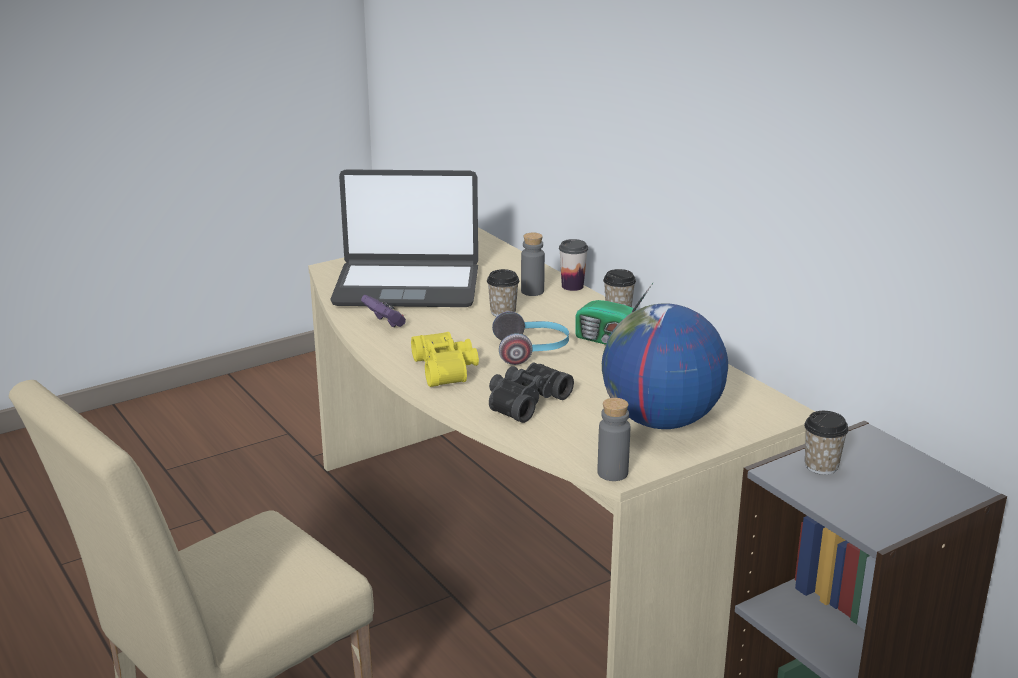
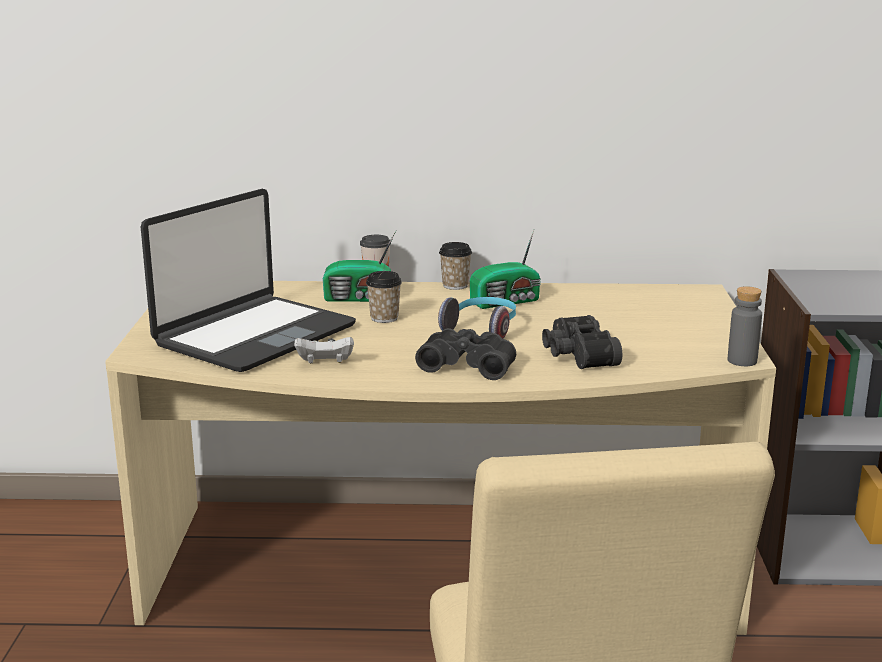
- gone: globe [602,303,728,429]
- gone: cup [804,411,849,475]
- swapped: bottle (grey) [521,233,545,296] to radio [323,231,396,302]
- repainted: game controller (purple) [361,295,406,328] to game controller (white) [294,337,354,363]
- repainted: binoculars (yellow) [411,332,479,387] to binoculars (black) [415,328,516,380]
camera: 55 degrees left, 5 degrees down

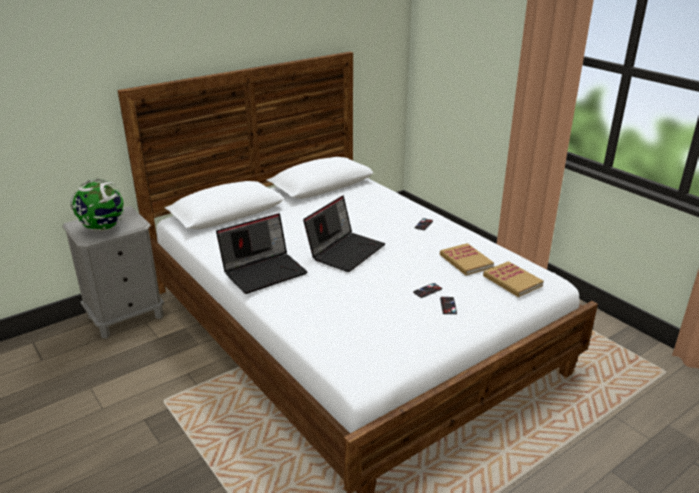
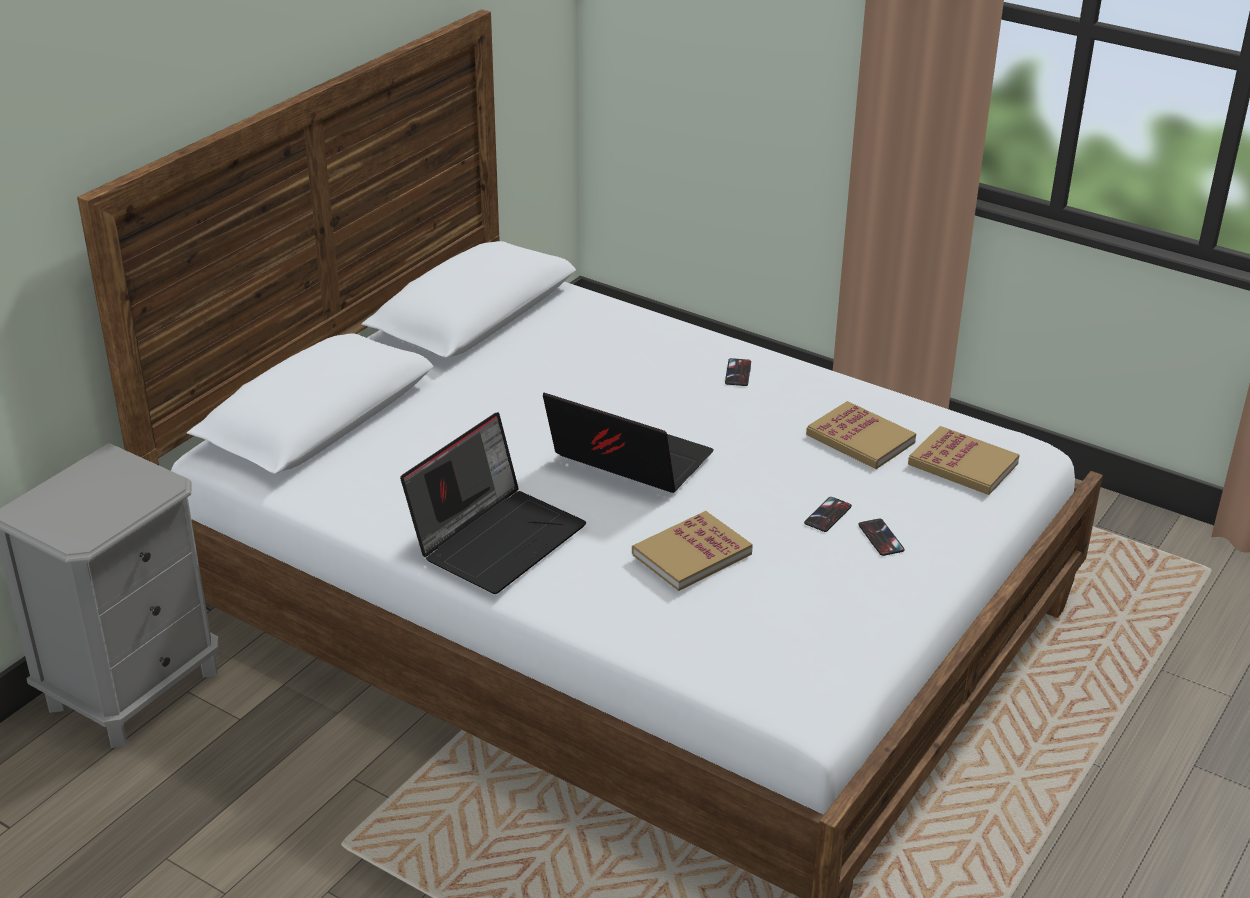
- gone: globe [70,178,124,231]
- new: book [632,511,753,591]
- rotated: laptop [303,196,385,272] = [543,393,714,493] 75 degrees counterclockwise
camera: 20 degrees left, 5 degrees up

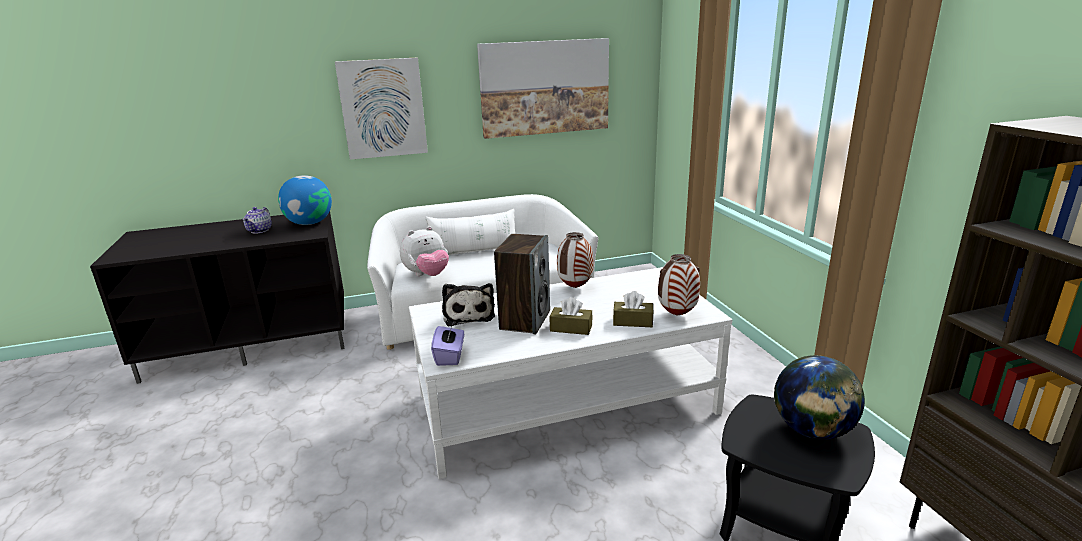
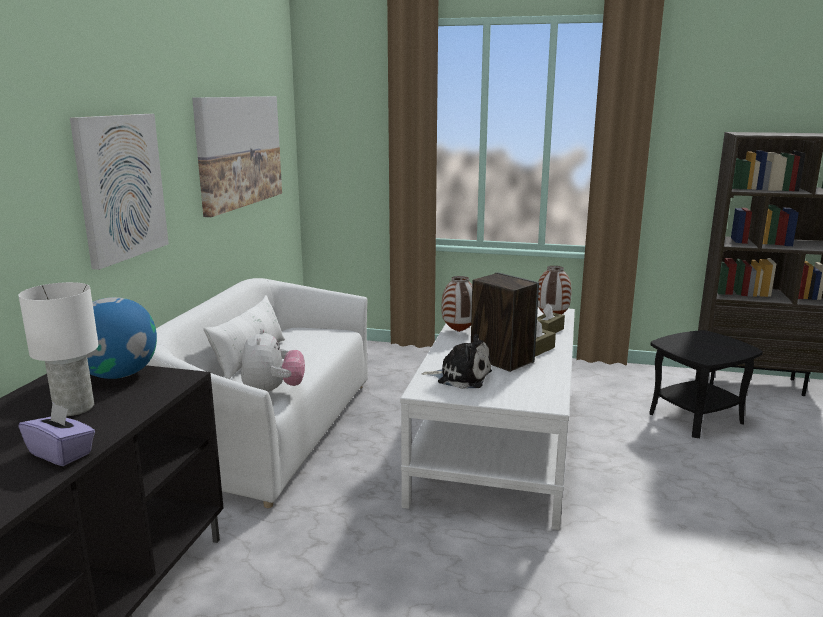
- gone: globe [774,355,865,439]
- shifted: tissue box (purple) [431,324,464,366] to [19,403,95,466]
- swapped: teapot [243,207,272,233] to table lamp (white) [18,282,99,416]
camera: 60 degrees left, 5 degrees down

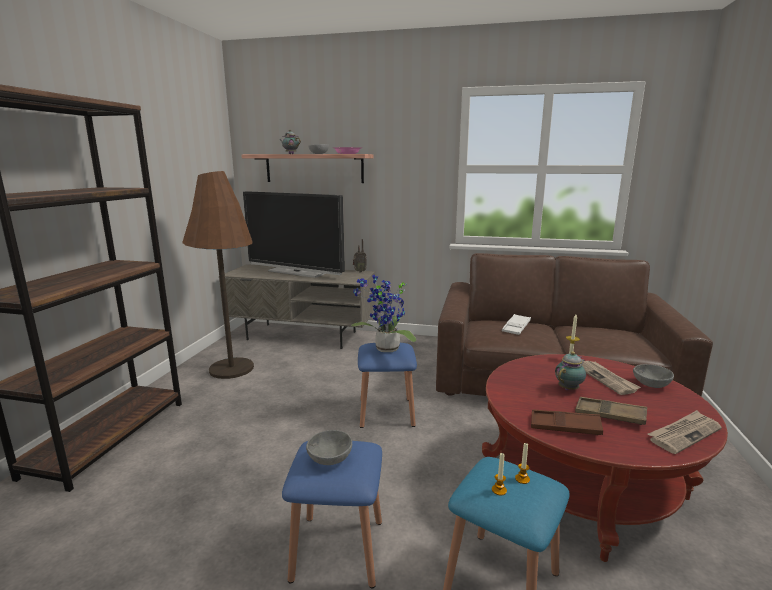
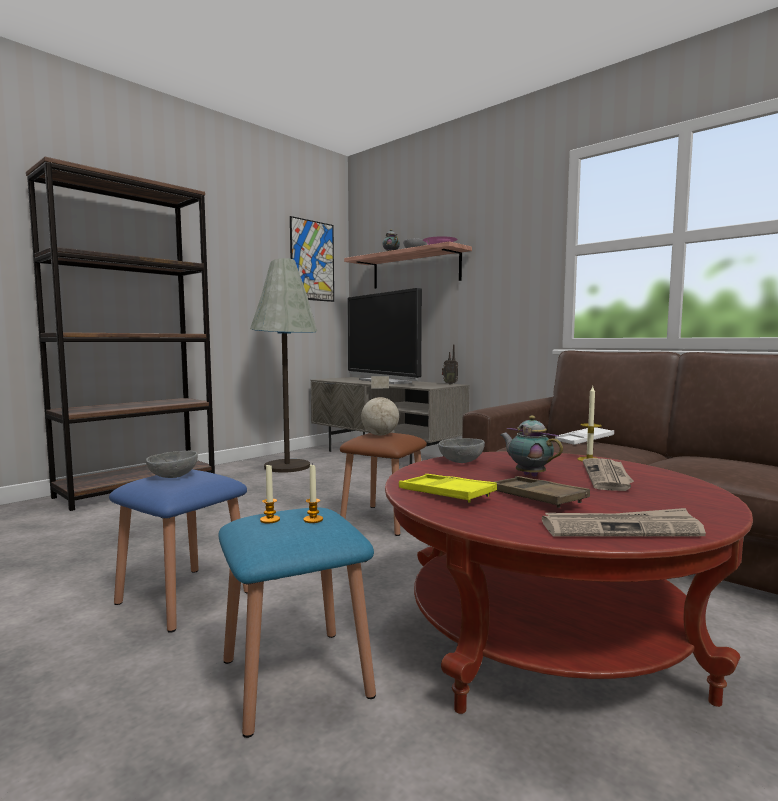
- new: picture [290,216,334,302]
- shifted: bowl (grey) [633,364,674,388] to [438,438,485,463]
- swapped: potted plant [351,275,416,352] to globe [361,376,399,435]
- repainted: floor lamp (brown) [182,171,254,379] to floor lamp (grey) [250,258,317,473]
- repainted: stool (blue) [358,343,417,428] to stool (brown) [340,433,427,536]
- repainted: tray (brown) [531,410,603,435] to tray (yellow) [399,474,497,503]
- rotated: teapot [555,351,586,390] = [500,416,563,477] 120 degrees counterclockwise
camera: 30 degrees right, 10 degrees down

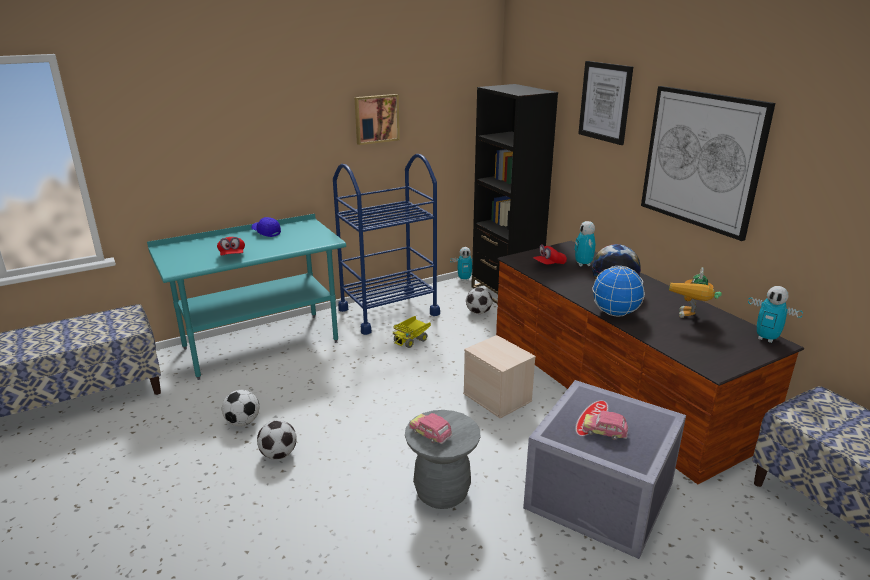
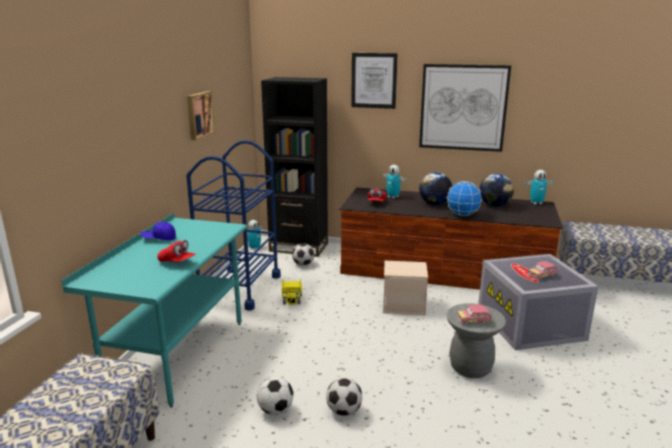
- swapped: toy robot [669,267,722,318] to globe [480,173,514,207]
camera: 45 degrees left, 5 degrees down

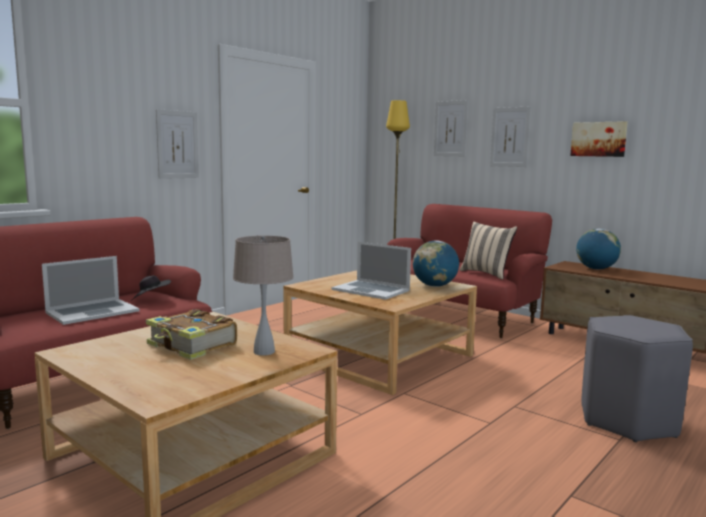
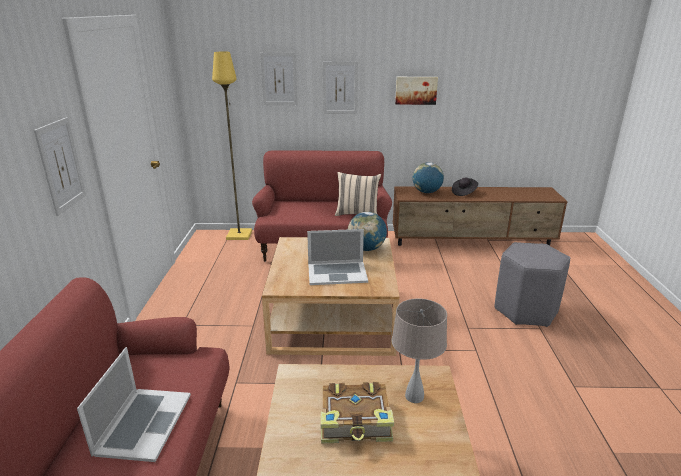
- shifted: hat (black) [131,275,171,301] to [452,178,478,196]
camera: 40 degrees left, 15 degrees up

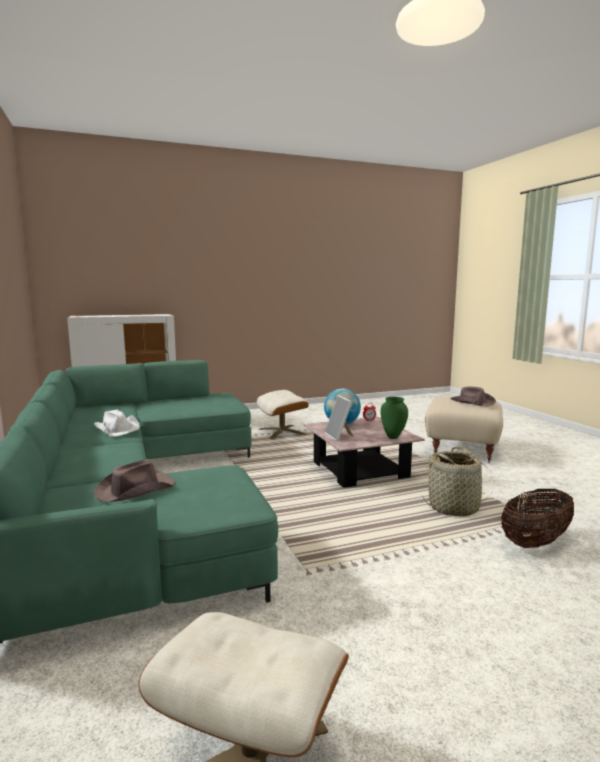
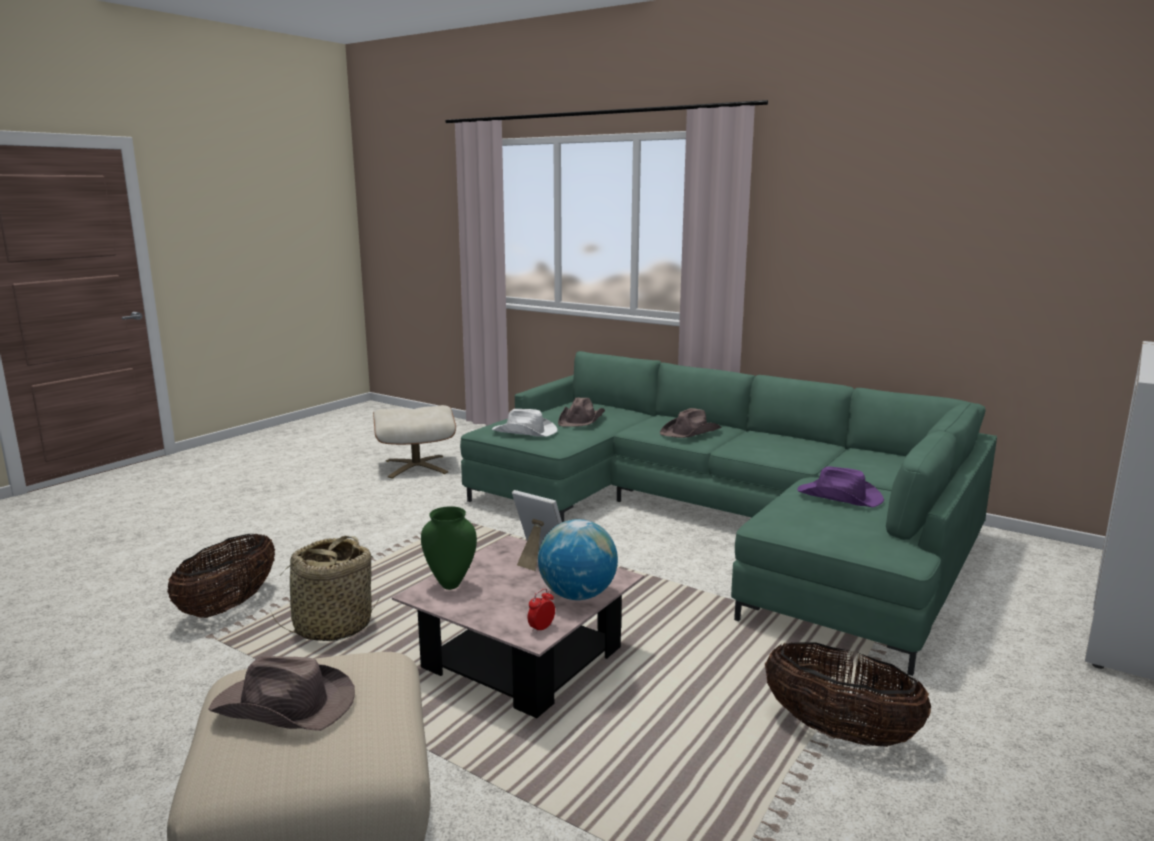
- new: hat (brown) [660,408,721,438]
- new: hat (purple) [797,466,884,507]
- shifted: hat (white) [94,410,140,437] to [492,409,558,437]
- swapped: ottoman (beige) [257,390,309,439] to basket [765,642,931,747]
camera: 145 degrees right, 5 degrees up

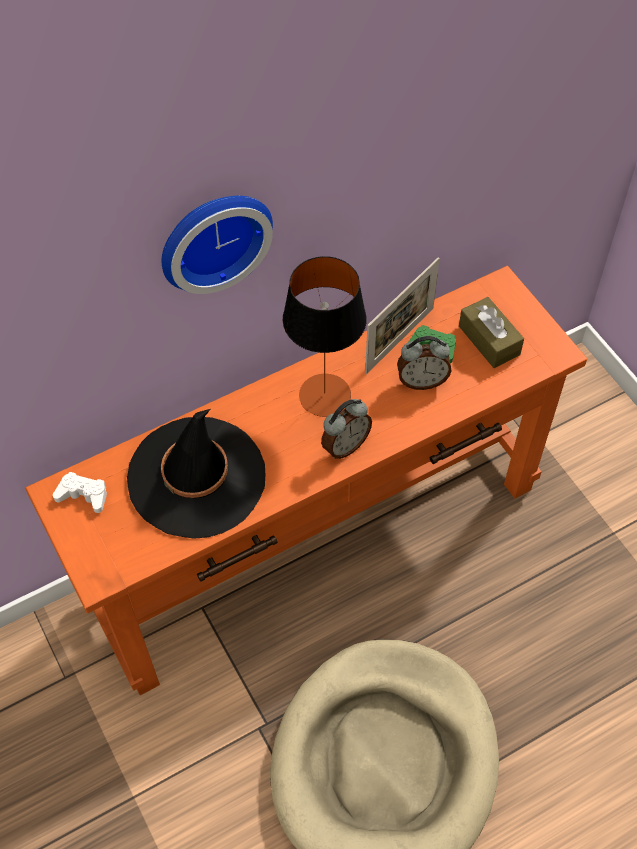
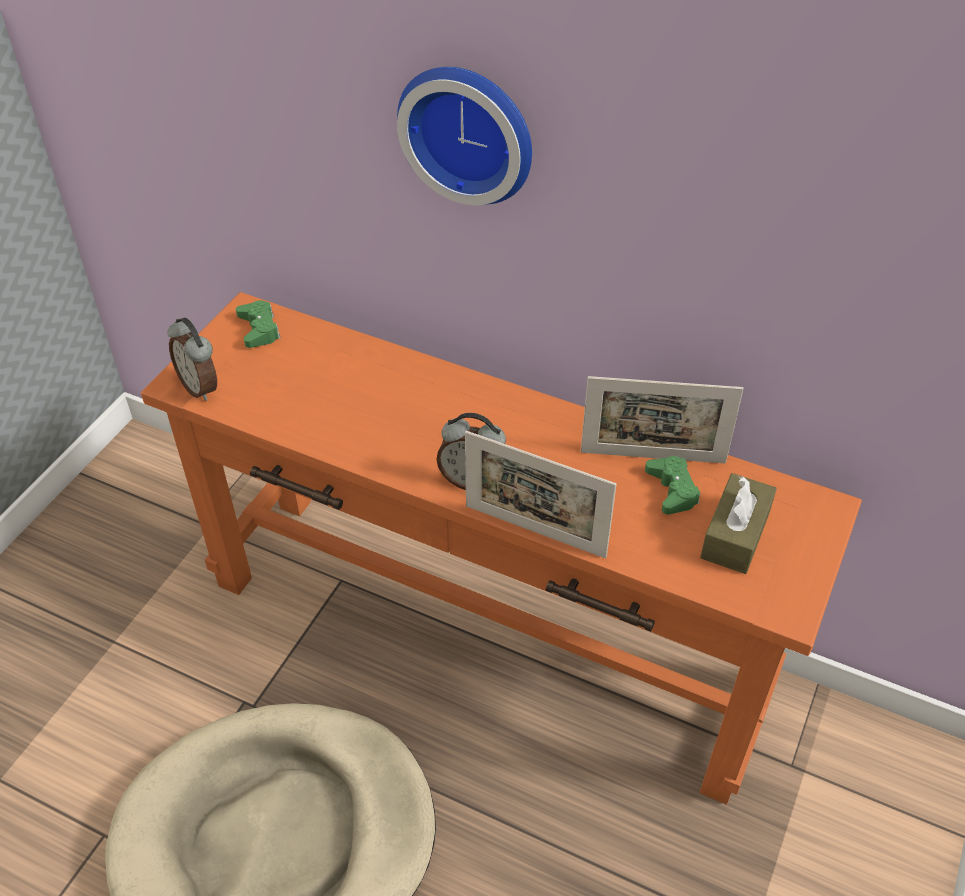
- gone: hat (black) [127,409,265,539]
- gone: table lamp [283,256,367,417]
- new: picture frame [465,431,616,558]
- shifted: alarm clock [397,336,451,390] to [168,317,217,401]
- repainted: game controller (white) [53,472,107,513] to game controller (green) [236,300,281,348]
camera: 55 degrees right, 10 degrees down

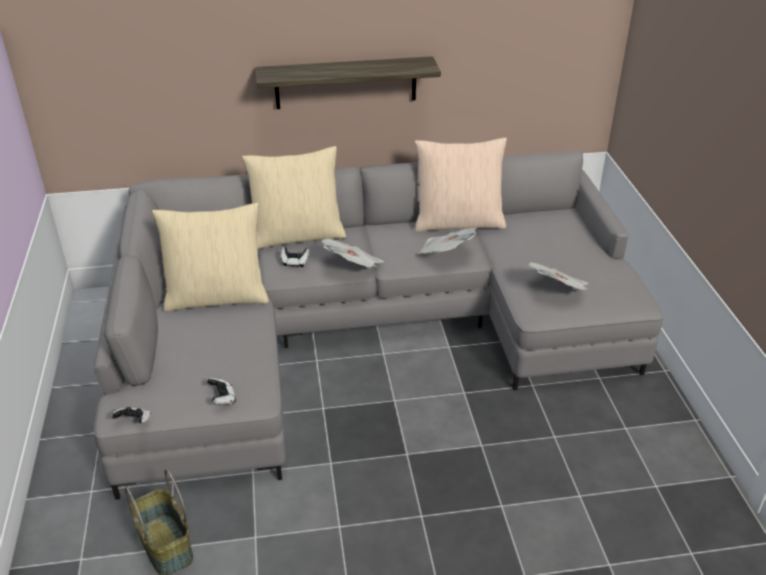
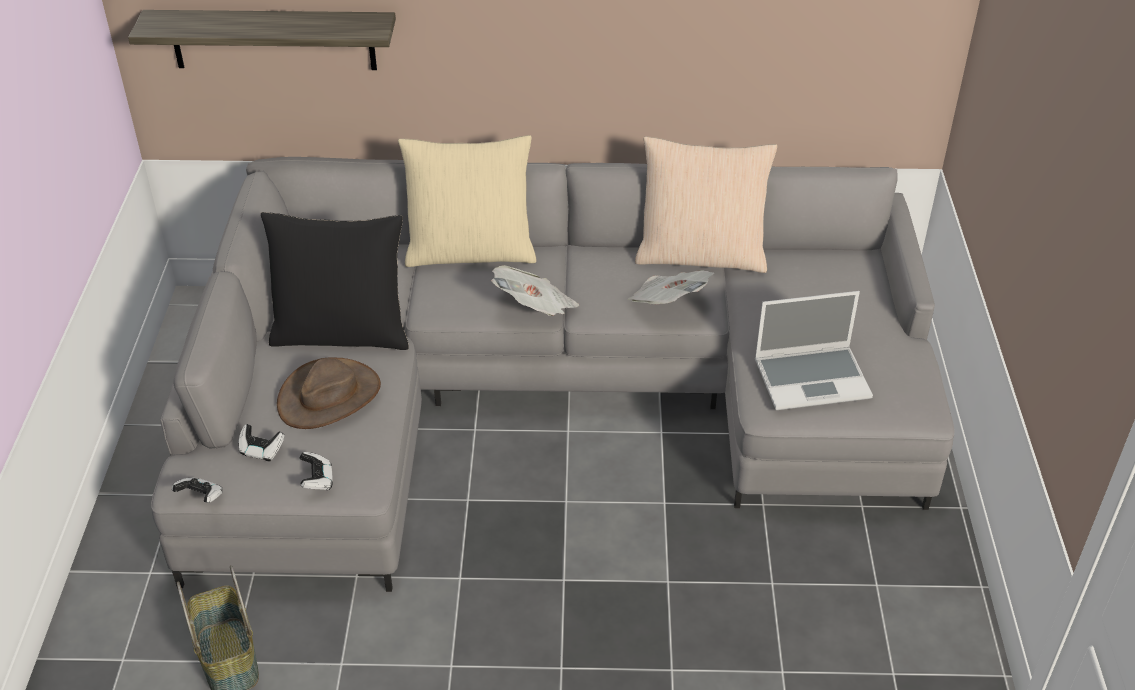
- new: hat (brown) [277,358,381,429]
- shifted: shelf [256,56,441,109] to [128,10,396,70]
- shifted: game controller [281,246,310,267] to [238,424,284,462]
- swapped: newspaper [529,262,589,291] to laptop [755,291,873,410]
- repainted: pillow (beige) [152,203,269,312] to pillow (black) [261,212,409,350]
camera: 10 degrees right, 5 degrees up

